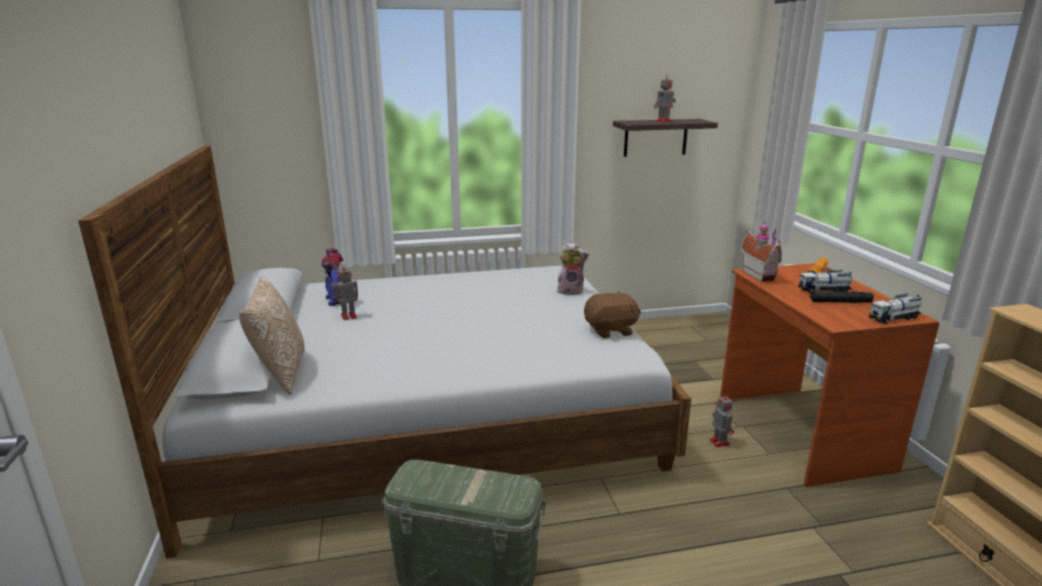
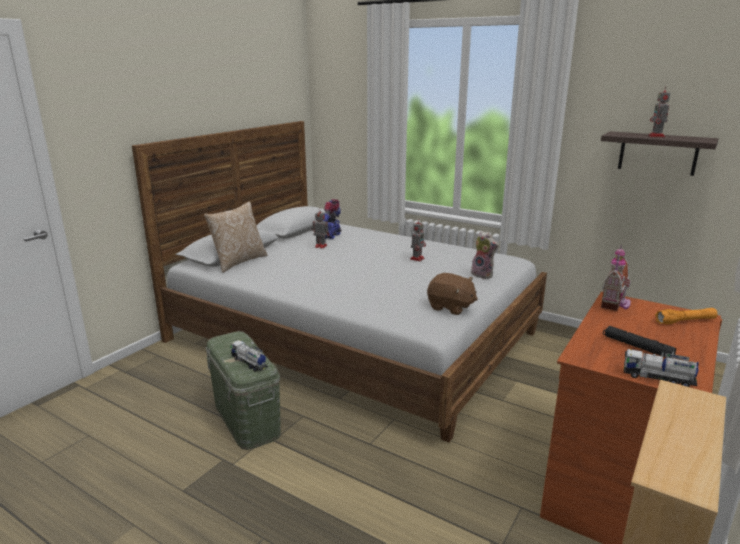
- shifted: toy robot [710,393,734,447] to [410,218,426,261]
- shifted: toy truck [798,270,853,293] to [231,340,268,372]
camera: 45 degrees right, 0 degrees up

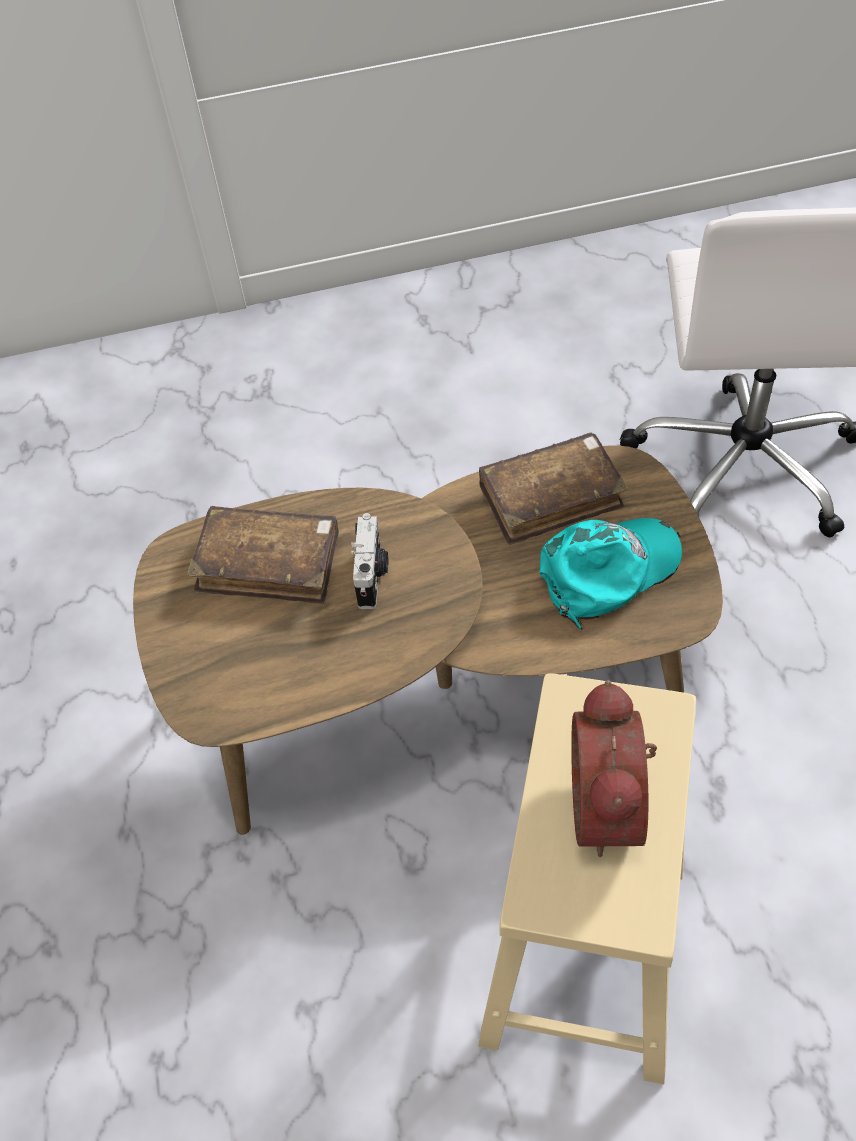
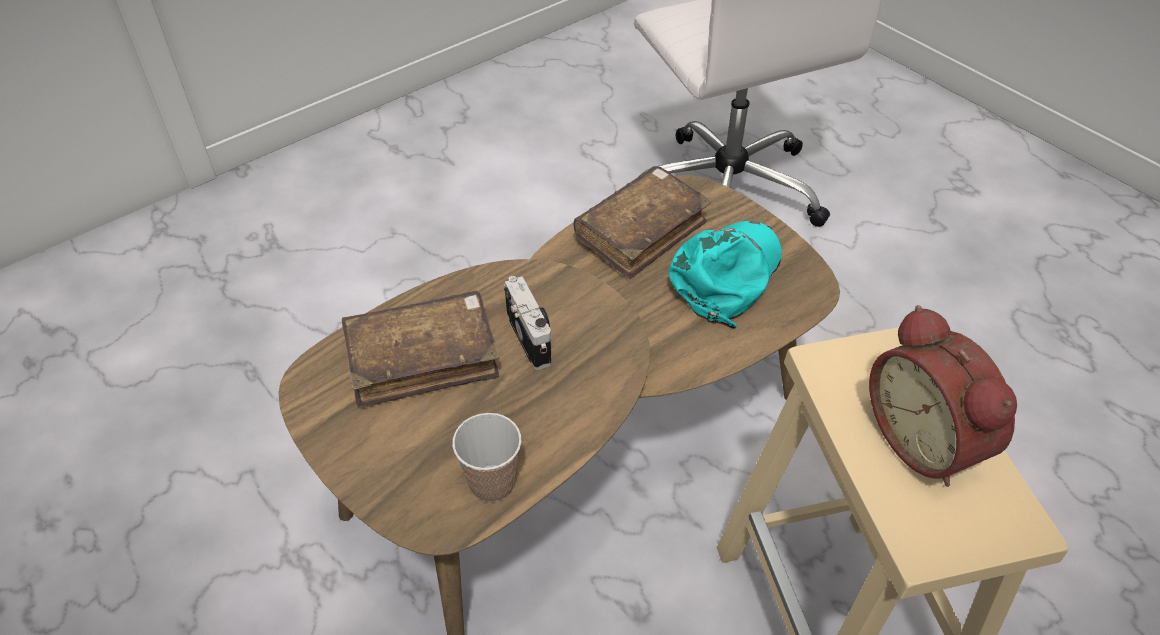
- new: cup [452,413,521,502]
camera: 30 degrees left, 5 degrees down

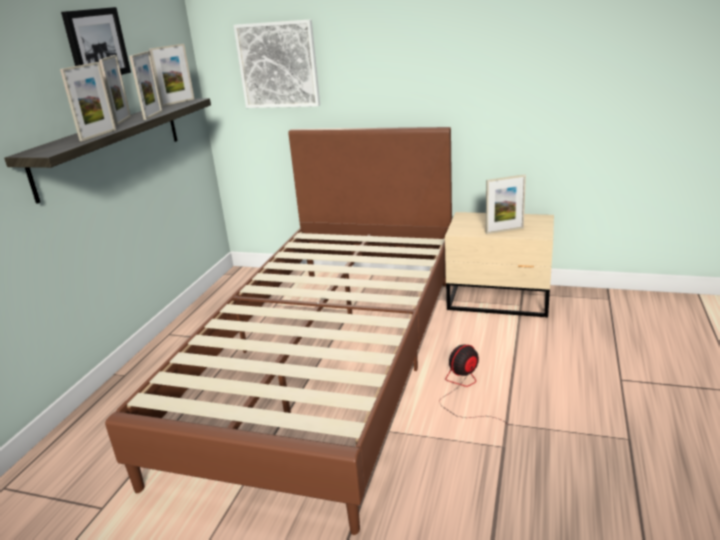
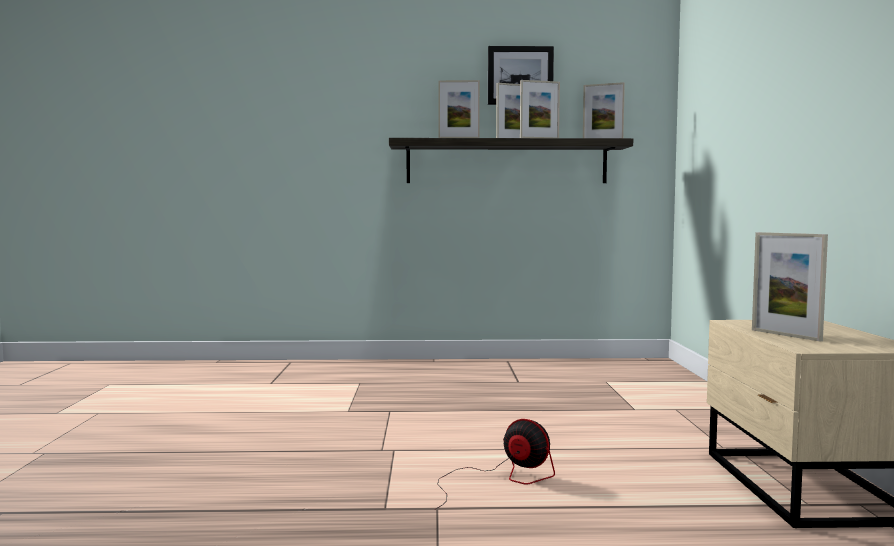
- gone: bed (brown) [105,127,452,535]
- gone: picture [233,19,320,108]
camera: 70 degrees right, 20 degrees down

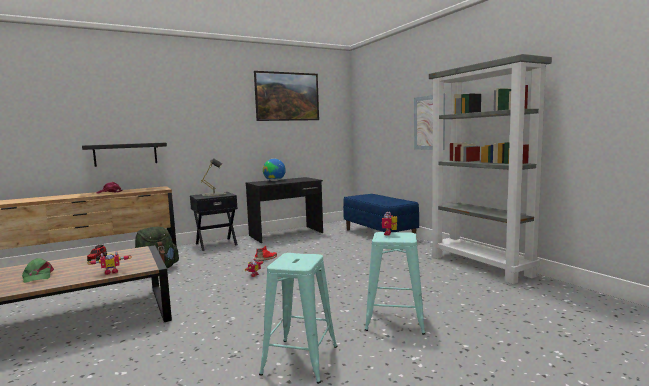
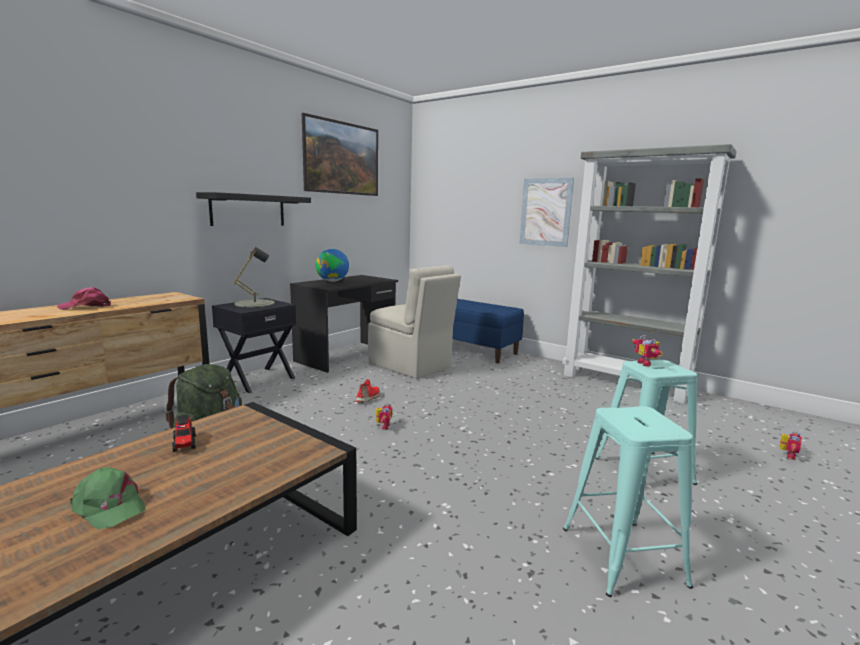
- new: chair (beige) [368,265,461,379]
- shifted: shelf (black) [82,143,167,167] to [196,192,311,226]
- shifted: toy robot [87,251,132,275] to [779,431,802,460]
camera: 25 degrees left, 5 degrees up

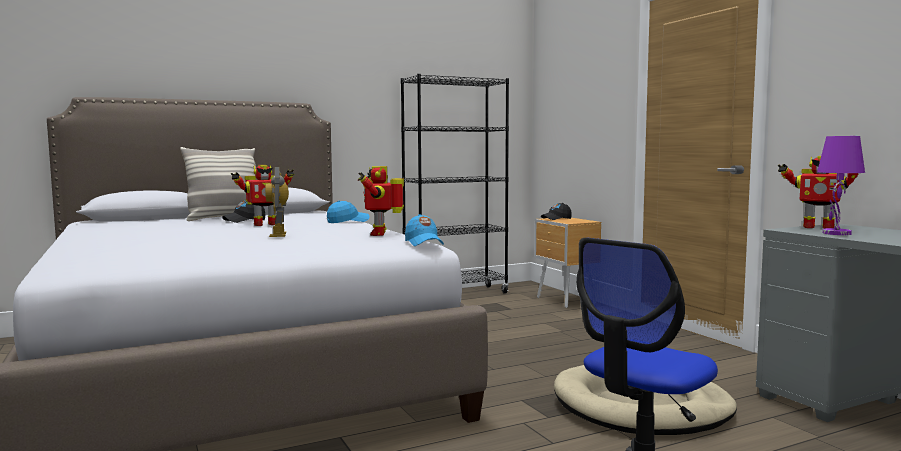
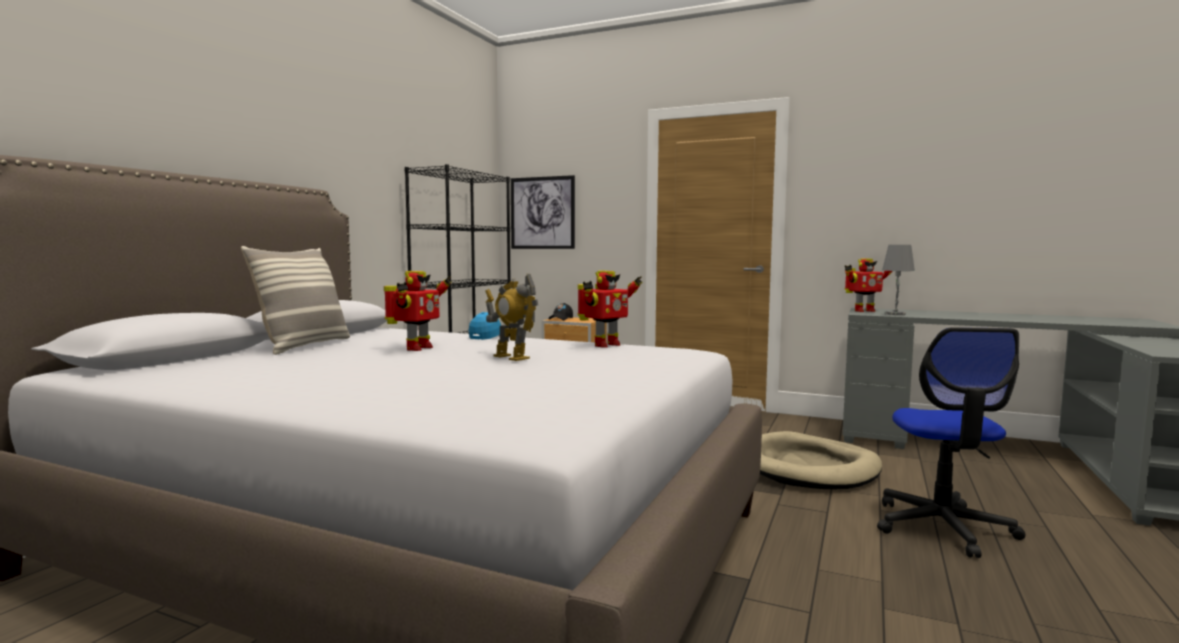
- gone: cap (black) [222,201,265,223]
- gone: cap (blue) [405,214,444,246]
- new: picture [511,175,575,249]
- repainted: table lamp (purple) [817,136,865,235] to table lamp (grey) [882,245,915,315]
- rotated: toy robot [358,166,404,236] = [578,271,642,348] 90 degrees counterclockwise
camera: 40 degrees left, 0 degrees up

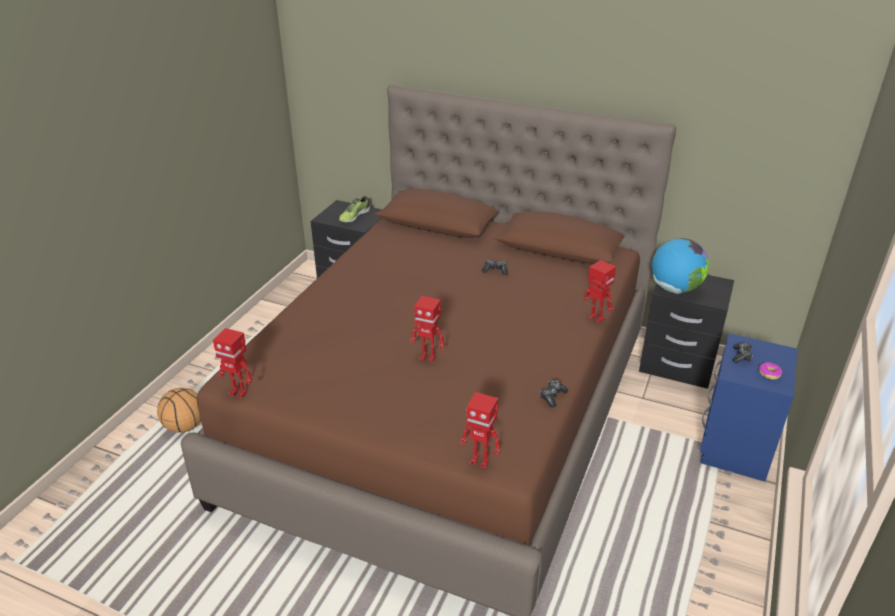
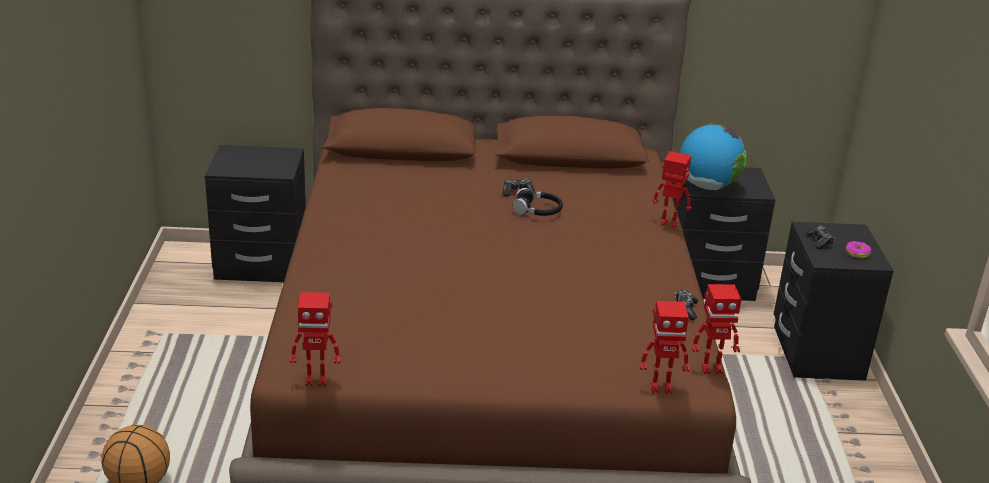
- gone: shoe [339,196,370,222]
- new: headphones (black) [512,188,563,216]
- shifted: toy robot [410,296,444,363] to [692,284,742,374]
- repainted: nightstand (blue) [700,333,798,481] to nightstand (black) [774,222,893,381]
camera: 25 degrees left, 5 degrees down

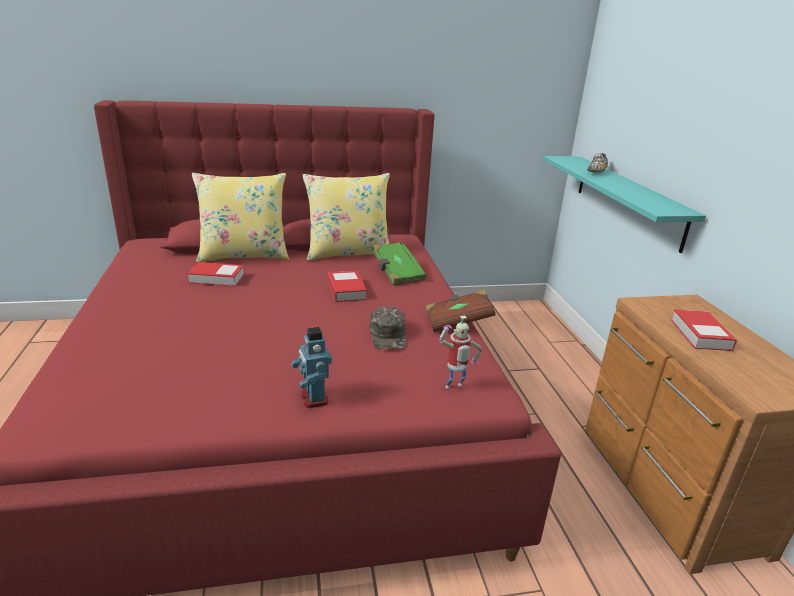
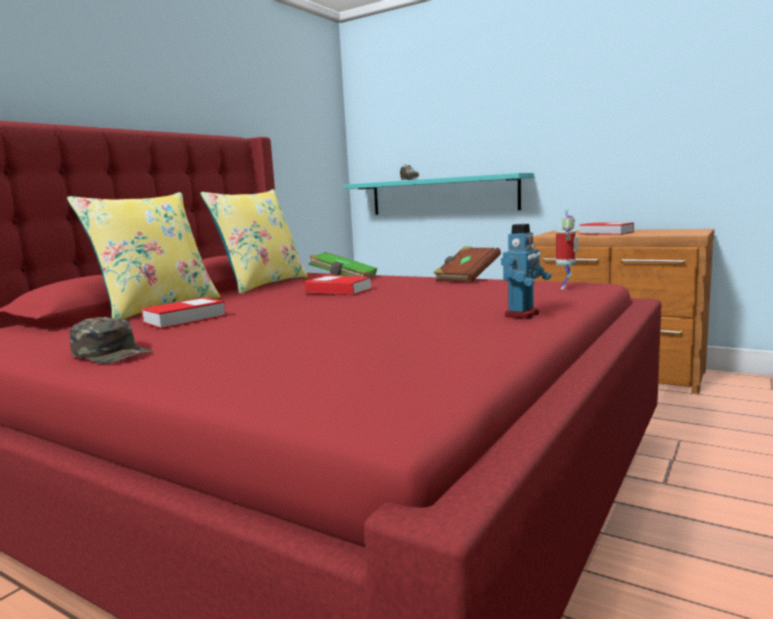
- shifted: cap (green) [369,306,407,349] to [69,317,153,364]
- rotated: toy robot [291,327,332,408] = [501,224,551,319] 75 degrees counterclockwise
camera: 45 degrees left, 15 degrees down

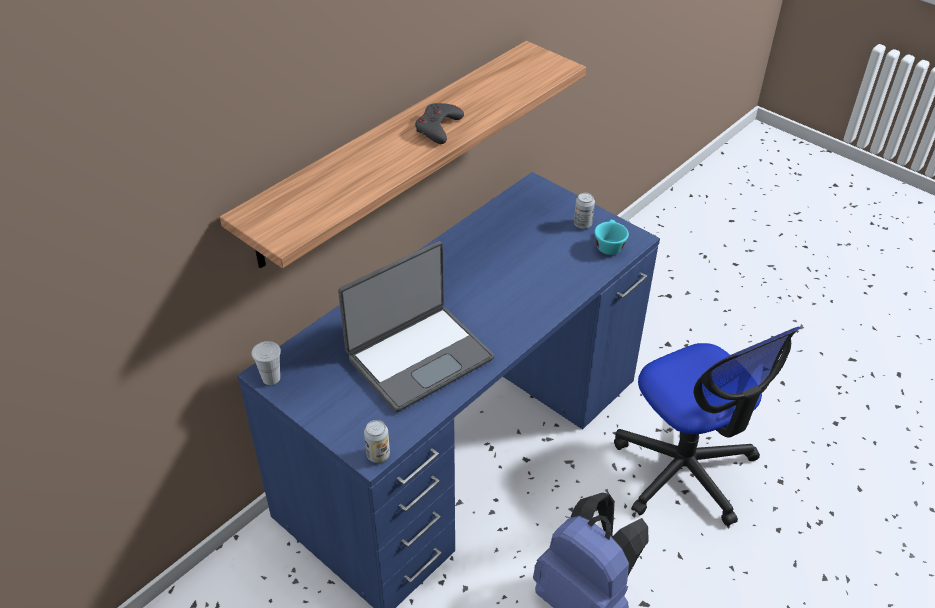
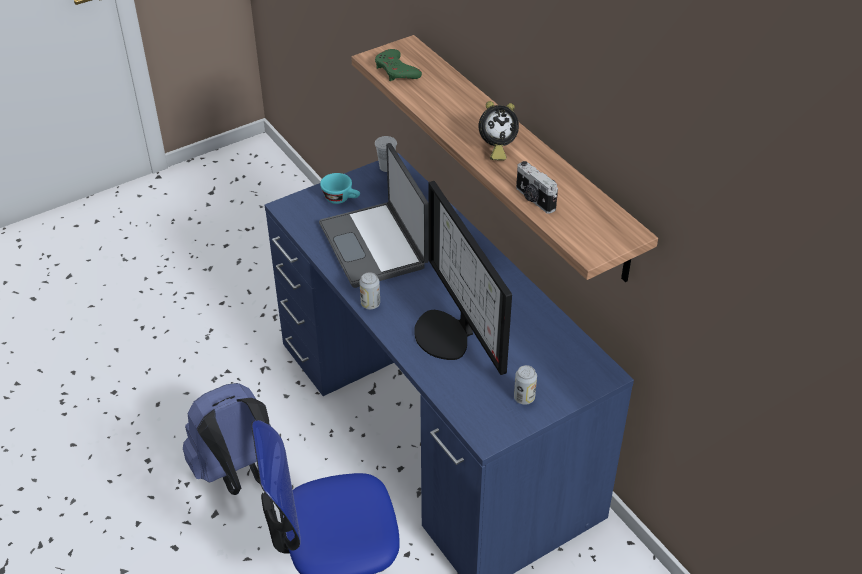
- new: game controller (green) [375,49,422,81]
- new: monitor [415,181,512,375]
- new: photo camera [516,161,558,214]
- shifted: can [364,420,390,463] to [359,272,380,309]
- shifted: cup (turquoise) [594,220,629,255] to [320,173,360,204]
- swapped: game controller (grey) [415,103,464,144] to alarm clock [478,101,519,161]
camera: 105 degrees right, 0 degrees up

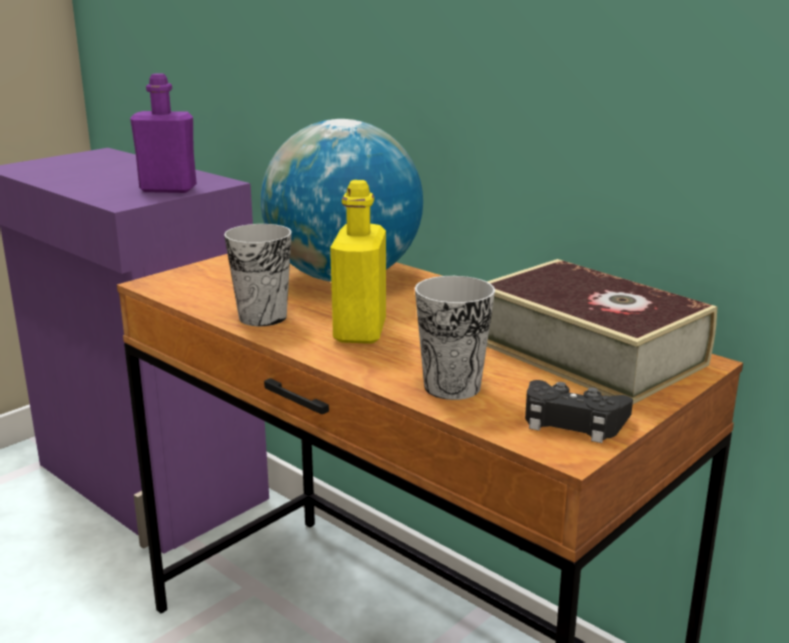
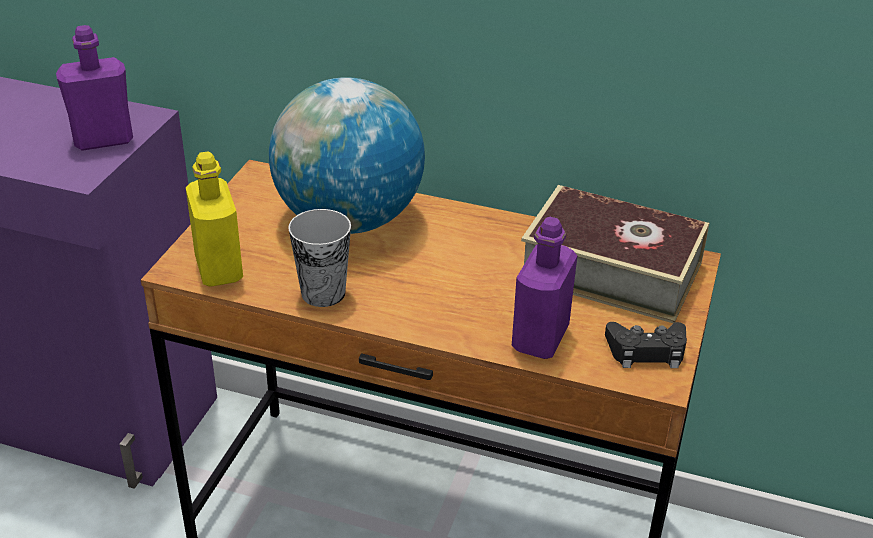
- shifted: bottle (yellow) [330,180,386,344] to [186,151,243,287]
- swapped: cup [415,276,495,400] to bottle (purple) [512,217,577,359]
camera: 25 degrees left, 15 degrees up

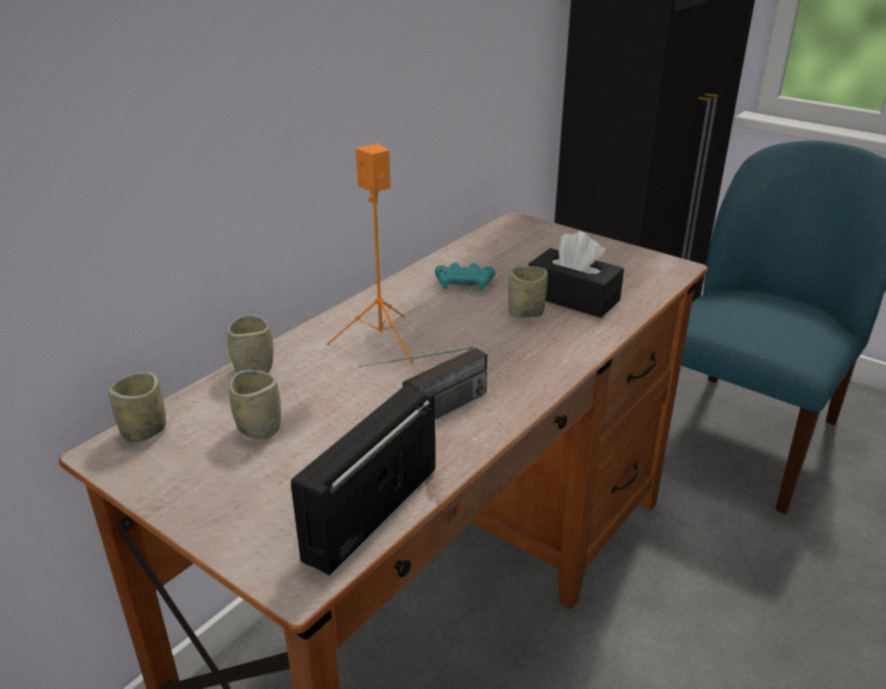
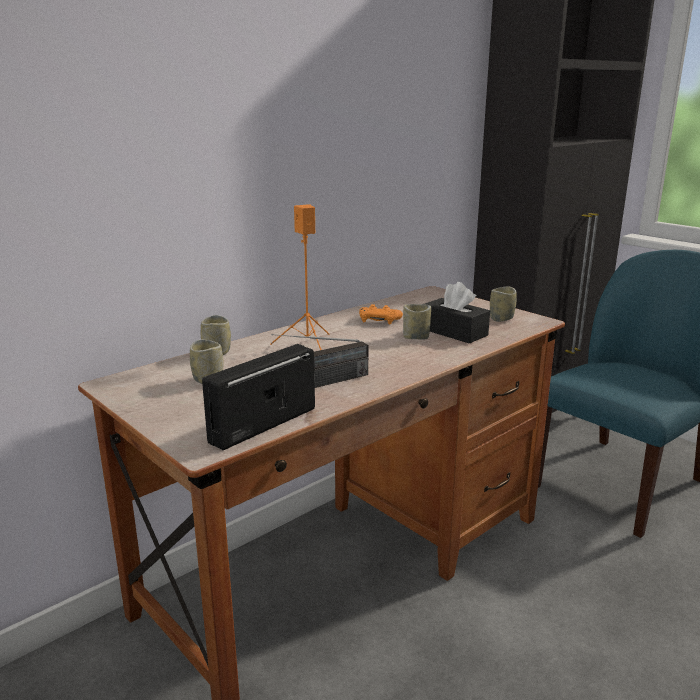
- shifted: cup [108,372,166,443] to [490,287,516,322]
- repainted: game controller (turquoise) [435,262,495,291] to game controller (orange) [359,304,403,324]
camera: 10 degrees right, 10 degrees down

